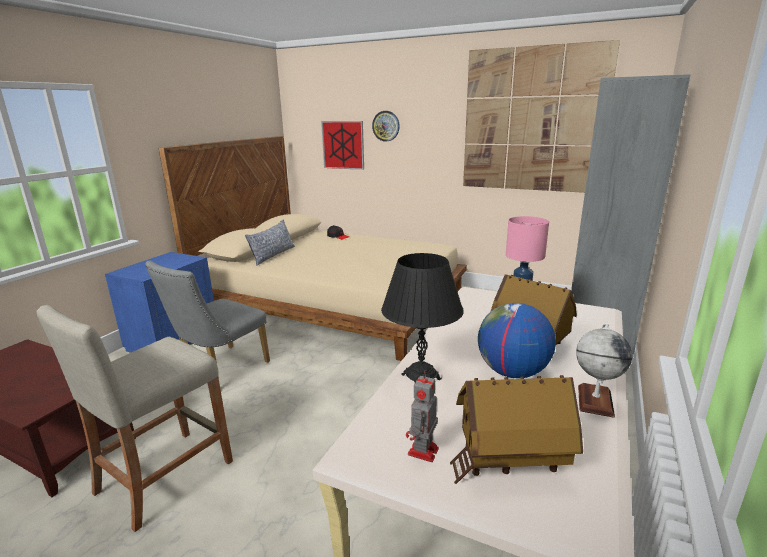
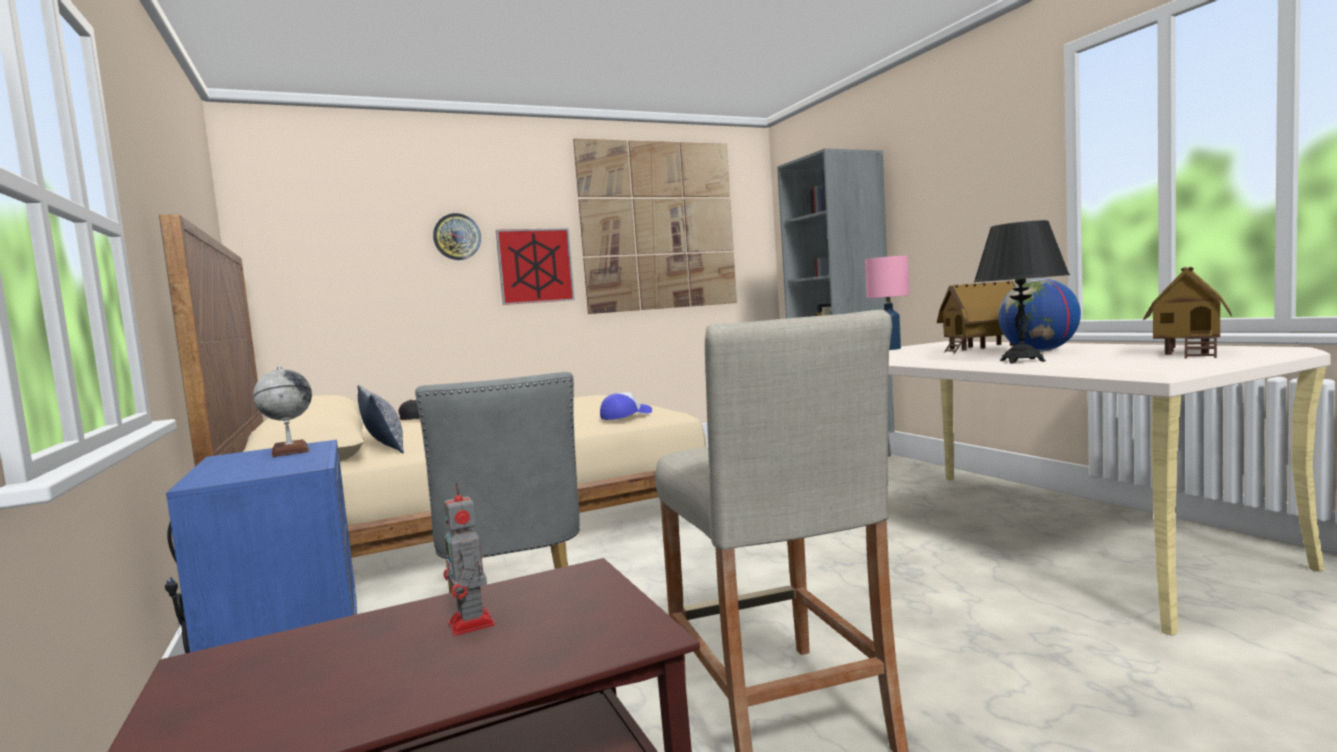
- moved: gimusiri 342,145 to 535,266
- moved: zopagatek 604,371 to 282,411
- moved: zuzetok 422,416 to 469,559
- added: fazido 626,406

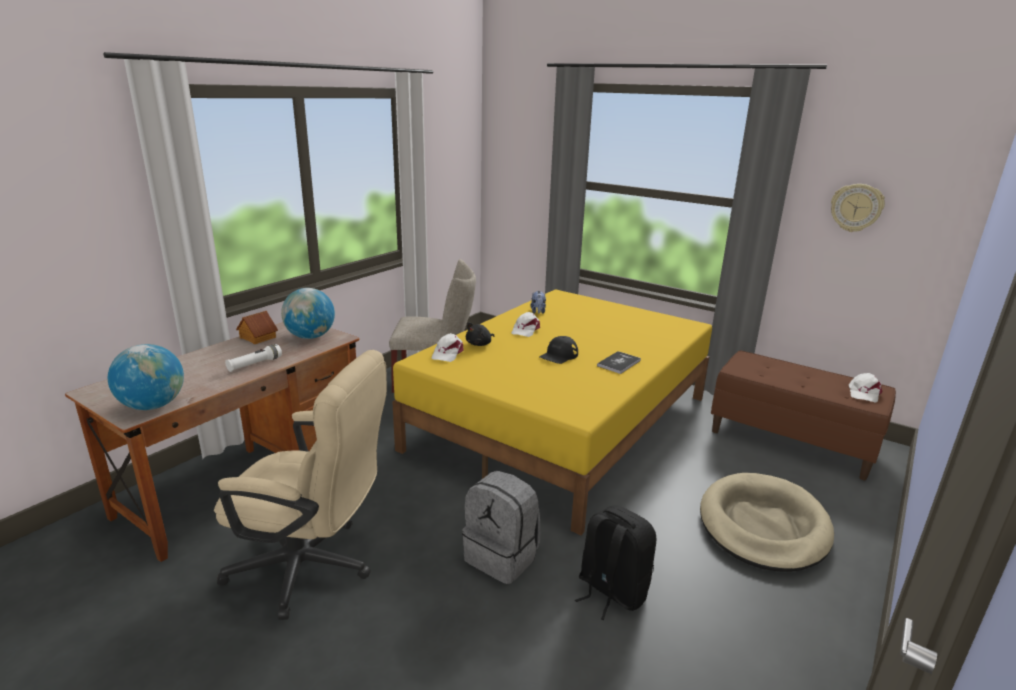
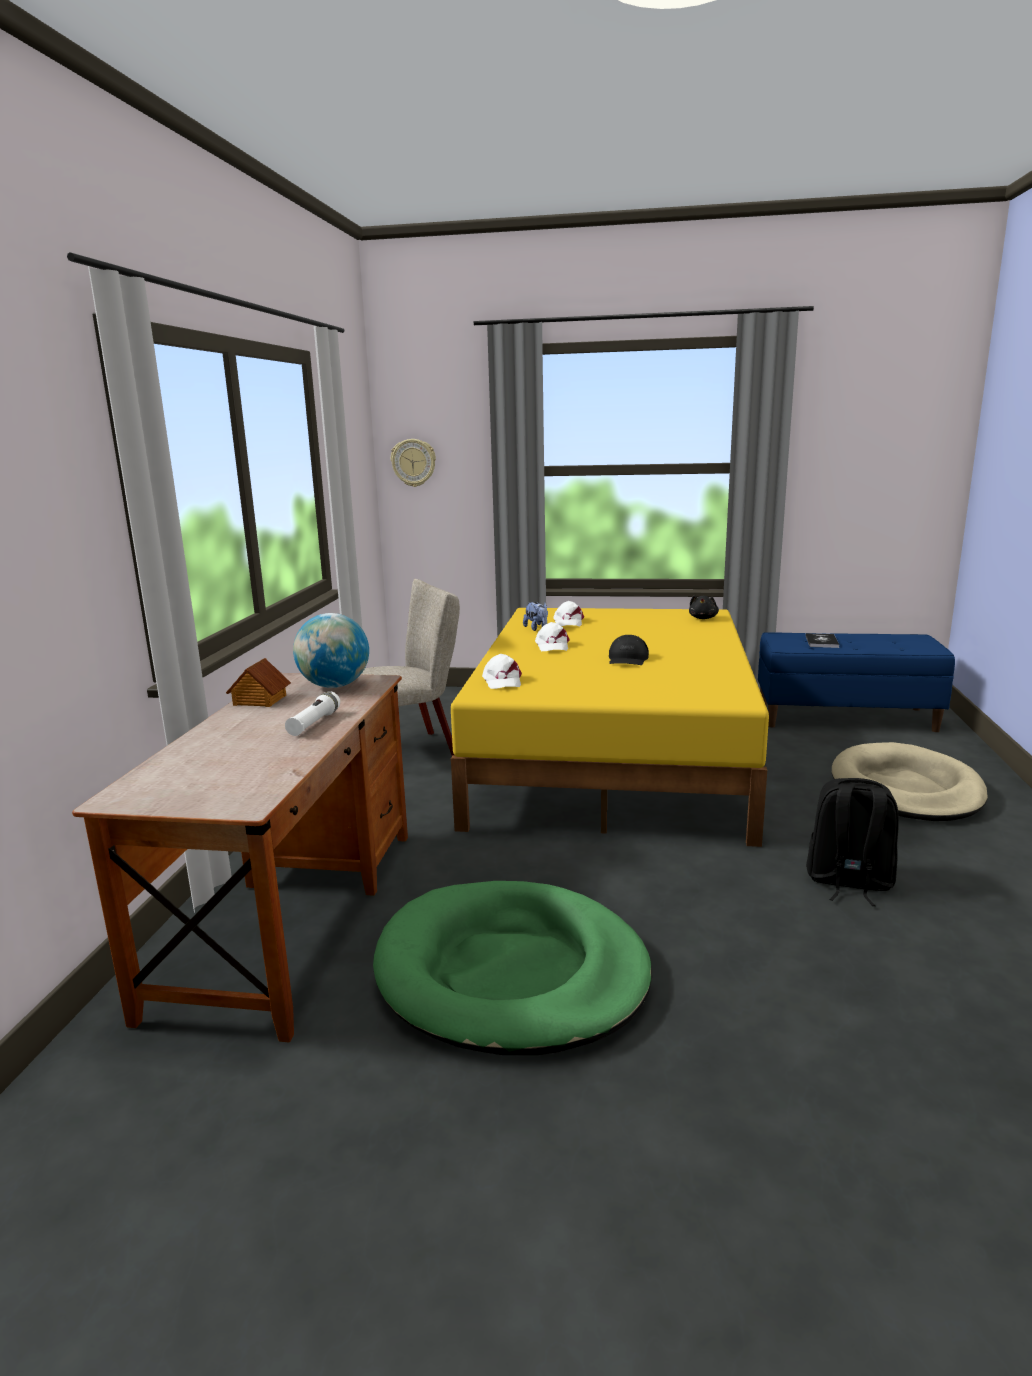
- moved: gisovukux 858,208 to 413,463
- moved: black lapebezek 480,334 to 704,607
- removed: zopagatek 146,377
- replaced: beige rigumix 300,485 to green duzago 512,968
- moved: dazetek 619,362 to 822,640
- recoloured: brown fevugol 803,416 to blue fevugol 856,682
- moved: white fazido 866,388 to 568,613
- removed: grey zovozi 501,527

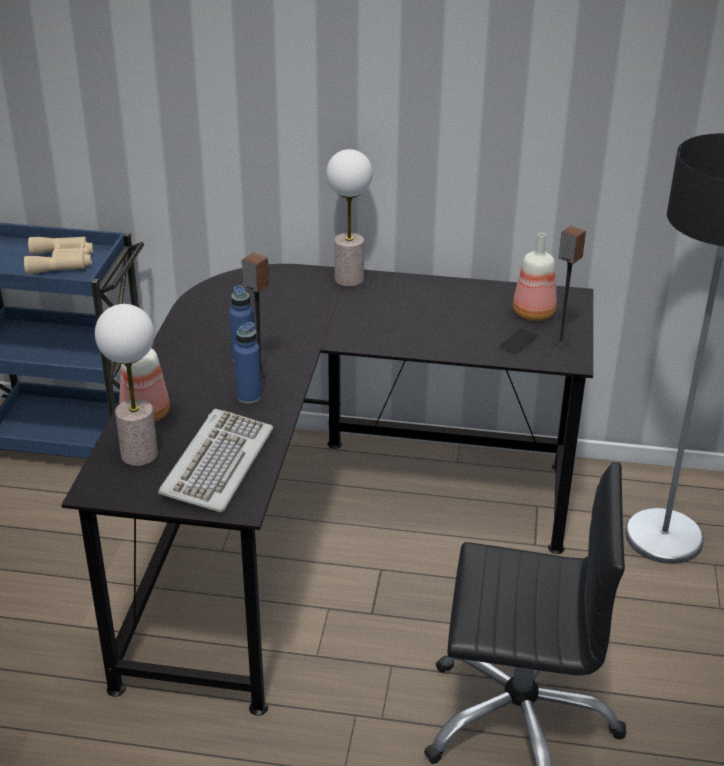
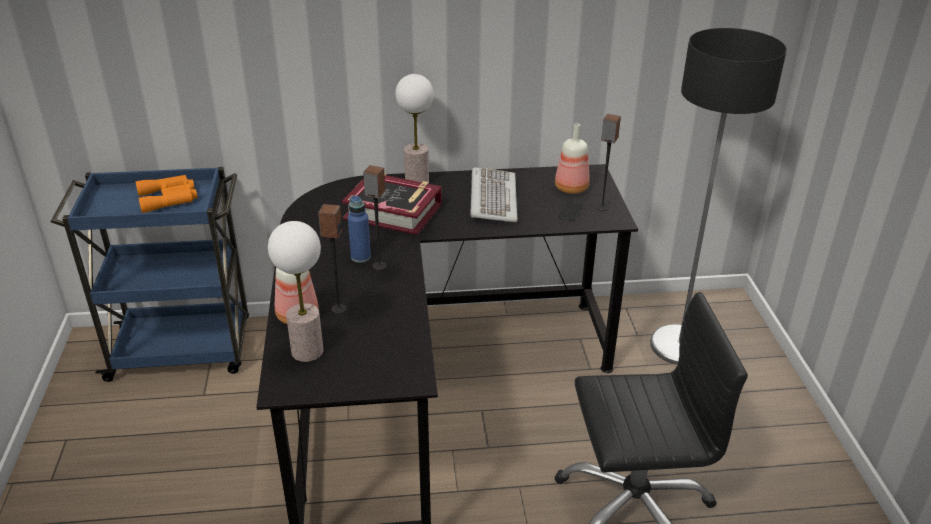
- recoloured: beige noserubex 58,255 to orange noserubex 166,194
- removed: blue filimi 248,363
- moved: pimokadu 215,460 to 494,194
- added: dazetek 392,204
- added: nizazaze 332,259

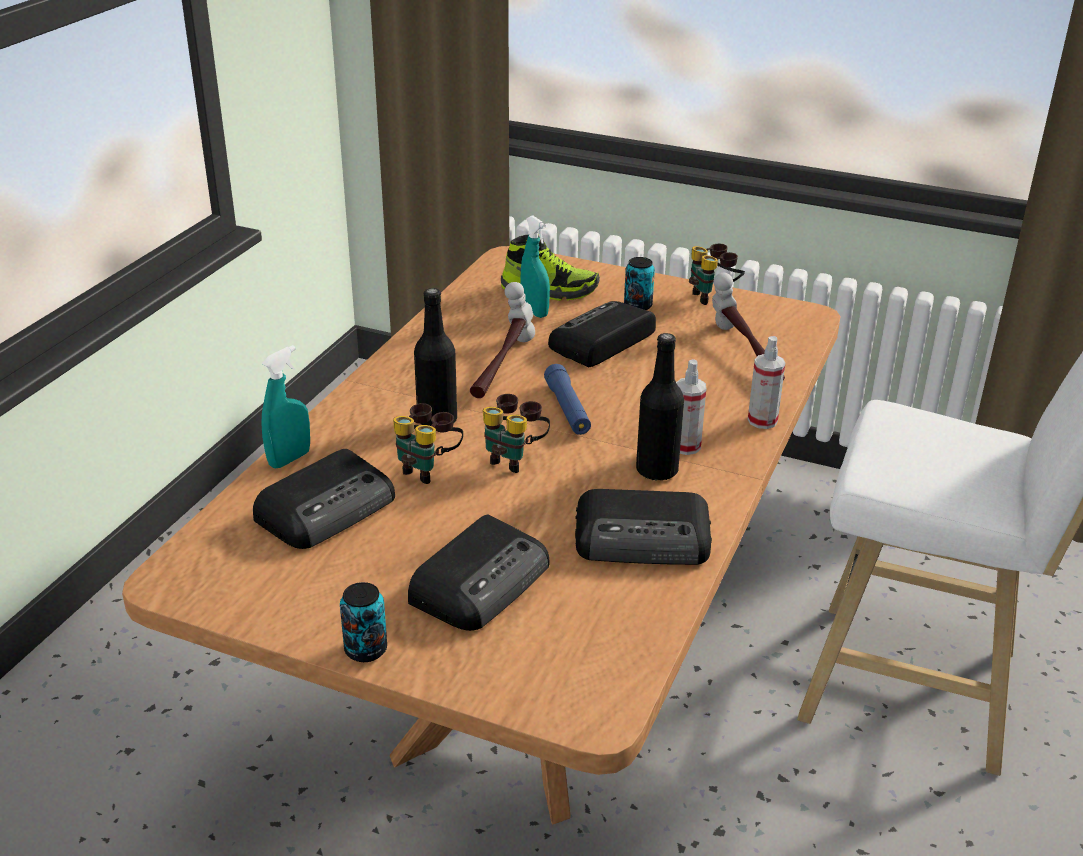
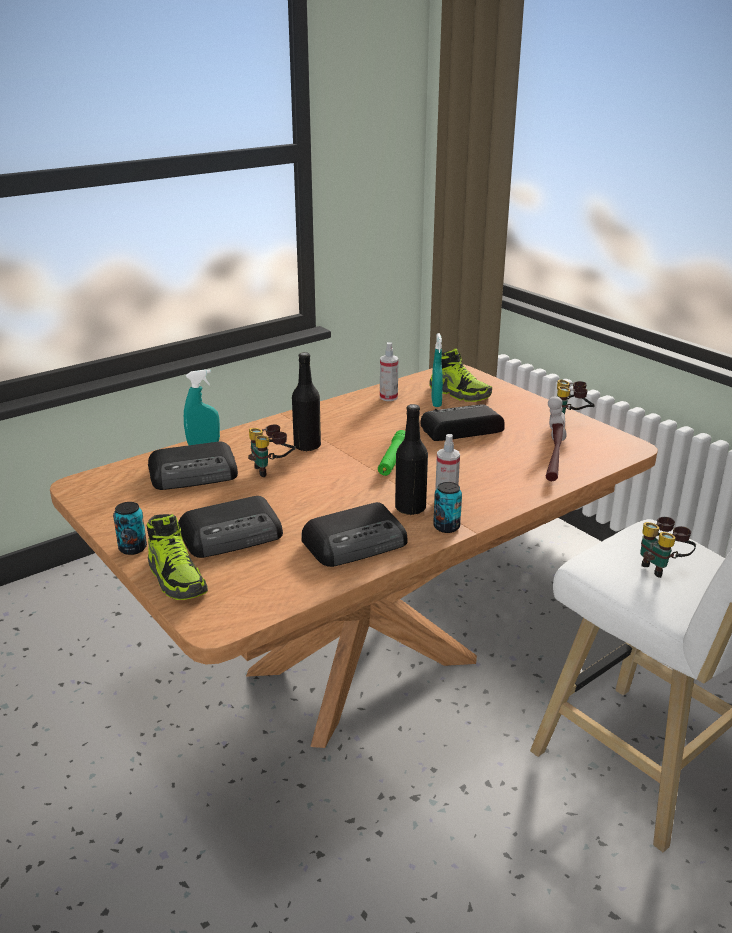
- moved: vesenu 639,283 to 447,507
- removed: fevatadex 502,340
- moved: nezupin 766,382 to 389,371
- recoloured: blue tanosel 567,399 to green tanosel 391,453
- moved: noserubex 516,433 to 668,547
- turned: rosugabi 643,527 = 354,534 60 degrees counterclockwise
- added: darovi 177,557

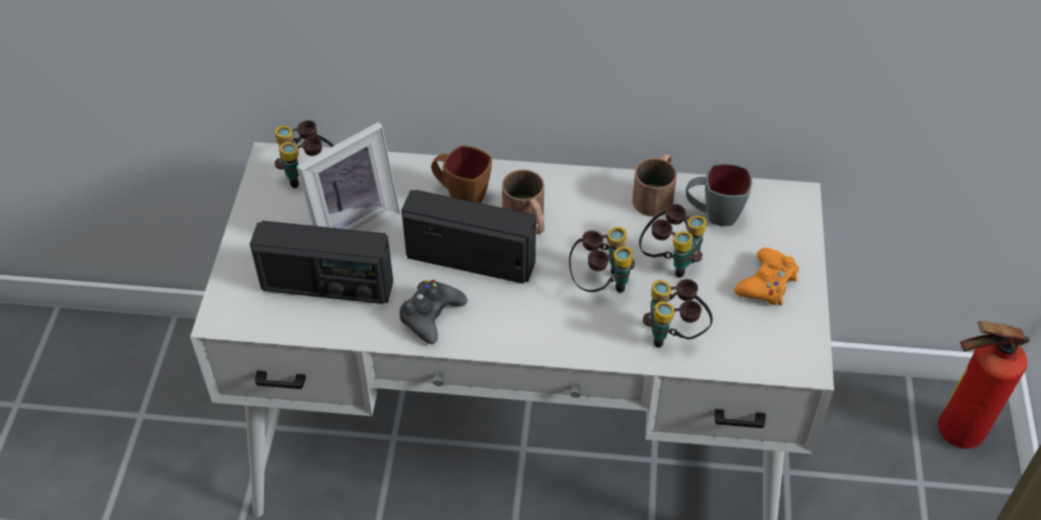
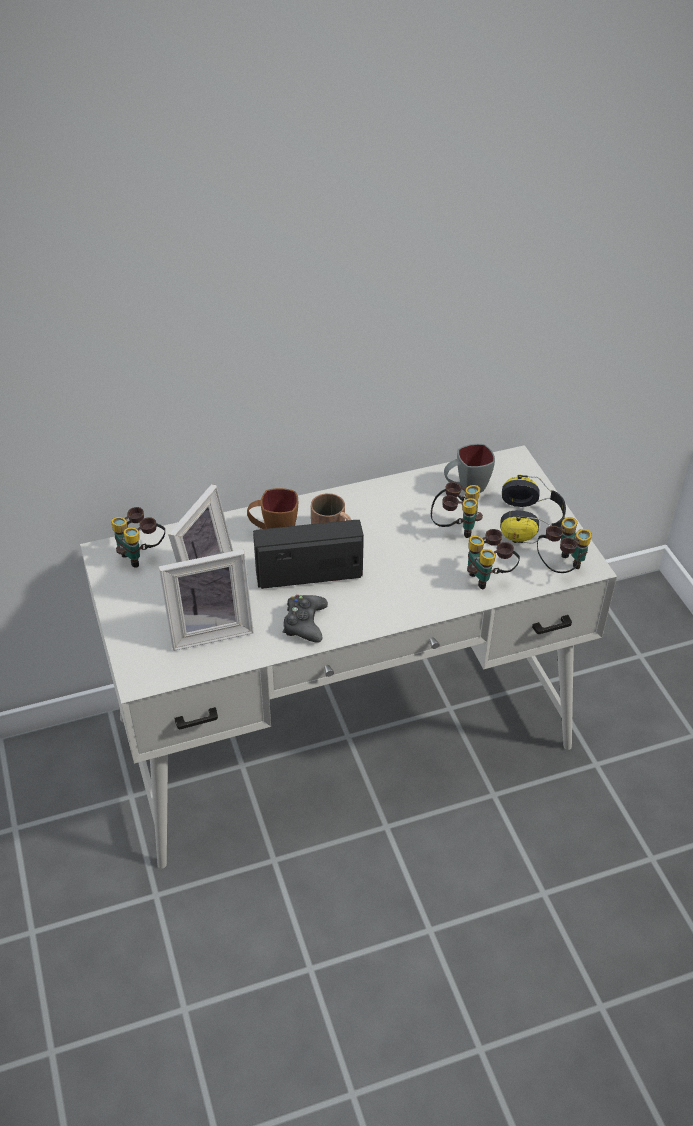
- removed: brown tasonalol 654,185
- replaced: rosugabi 321,262 to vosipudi 206,600
- moved: noserubex 602,260 to 564,545
- replaced: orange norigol 766,276 to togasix 533,509
- removed: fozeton 984,385

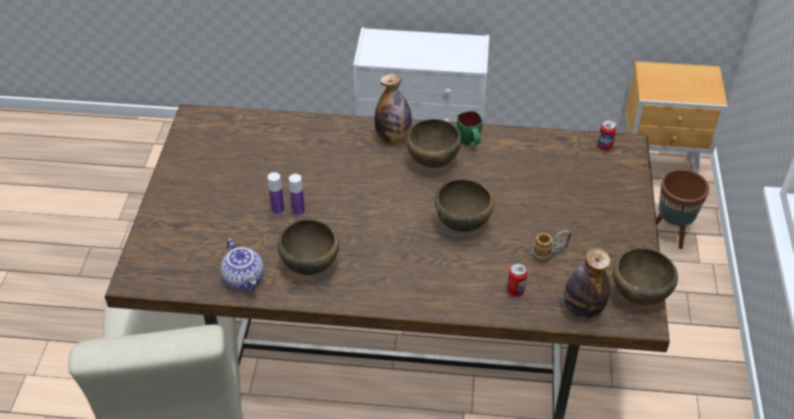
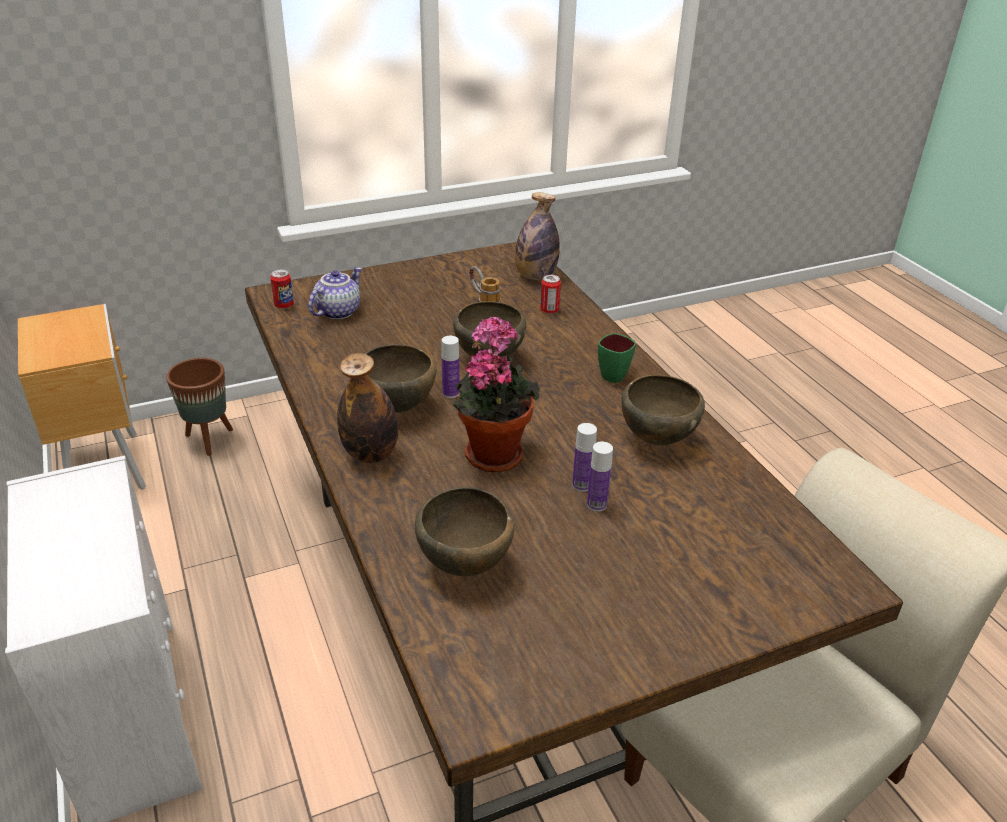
- moved: green tasonalol 470,128 to 617,358
- moved: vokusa 242,265 to 335,293
- moved: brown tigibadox 645,276 to 464,531
- added: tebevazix 496,394
- added: filimi 450,367

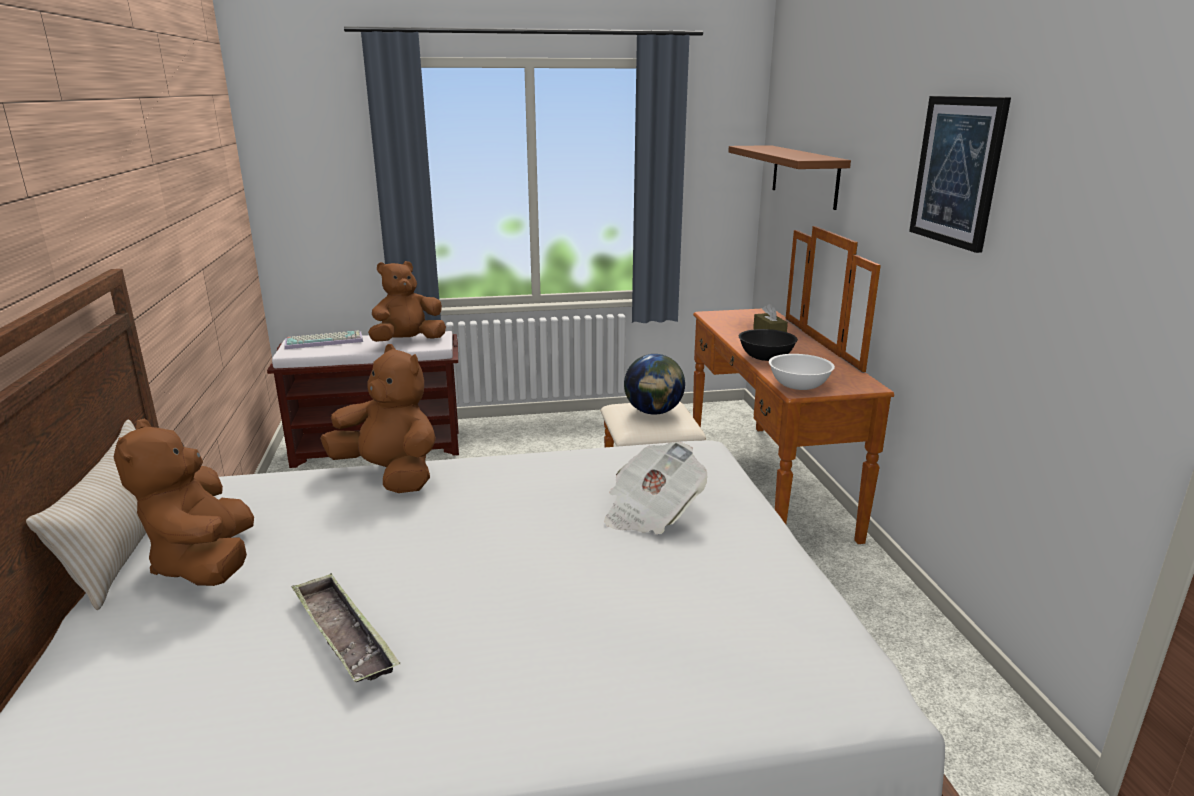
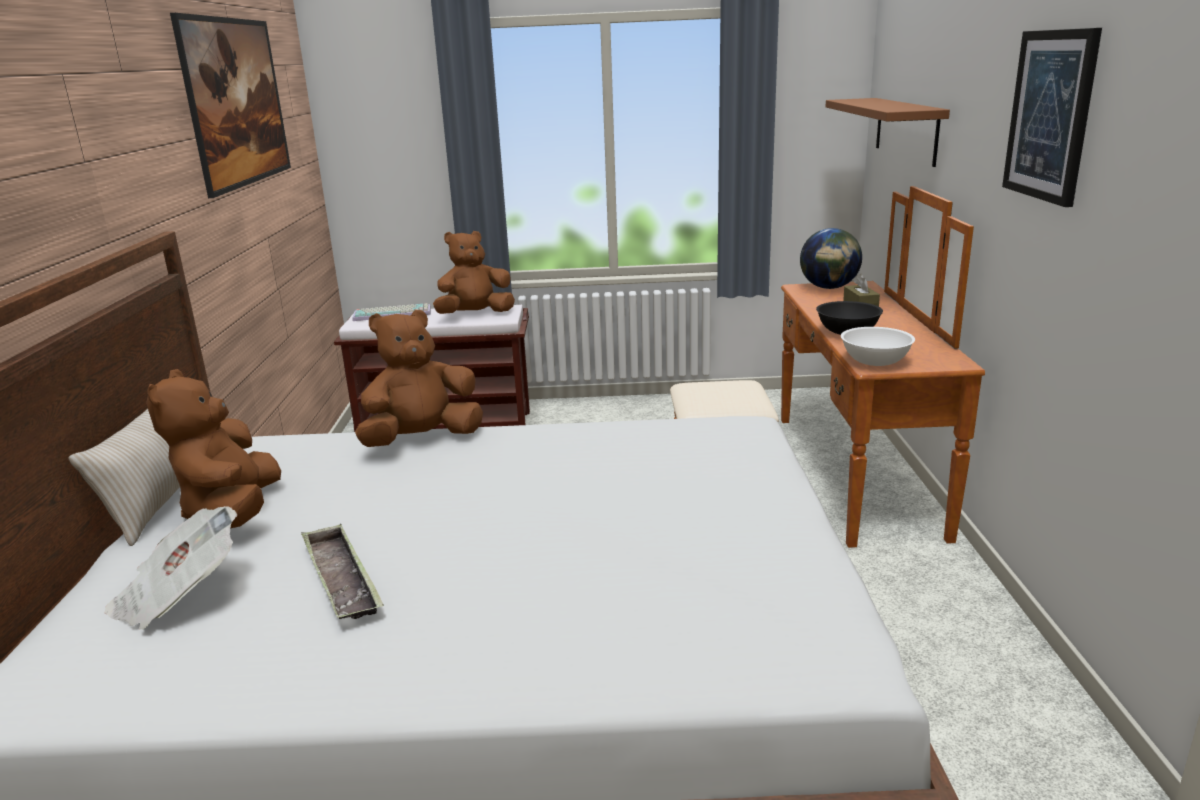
- turned: brown lapebezek 378,418 = 419,378 75 degrees counterclockwise
- moved: zopagatek 654,384 to 831,258
- moved: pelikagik 655,488 to 171,568
- added: gimusiri 230,105

